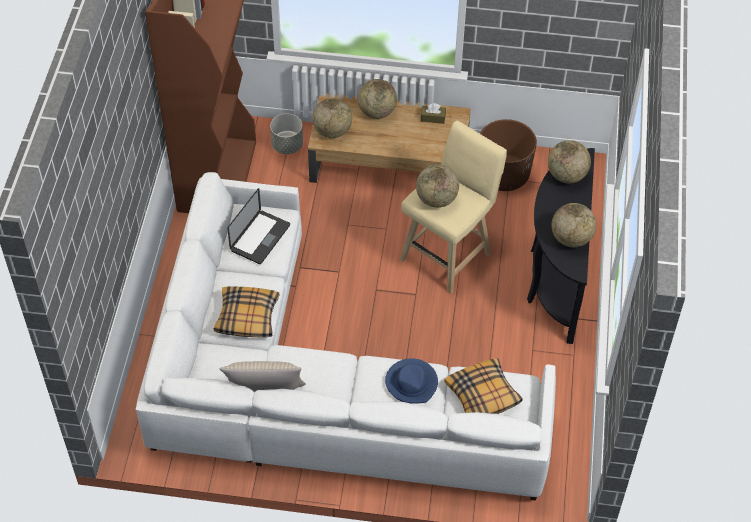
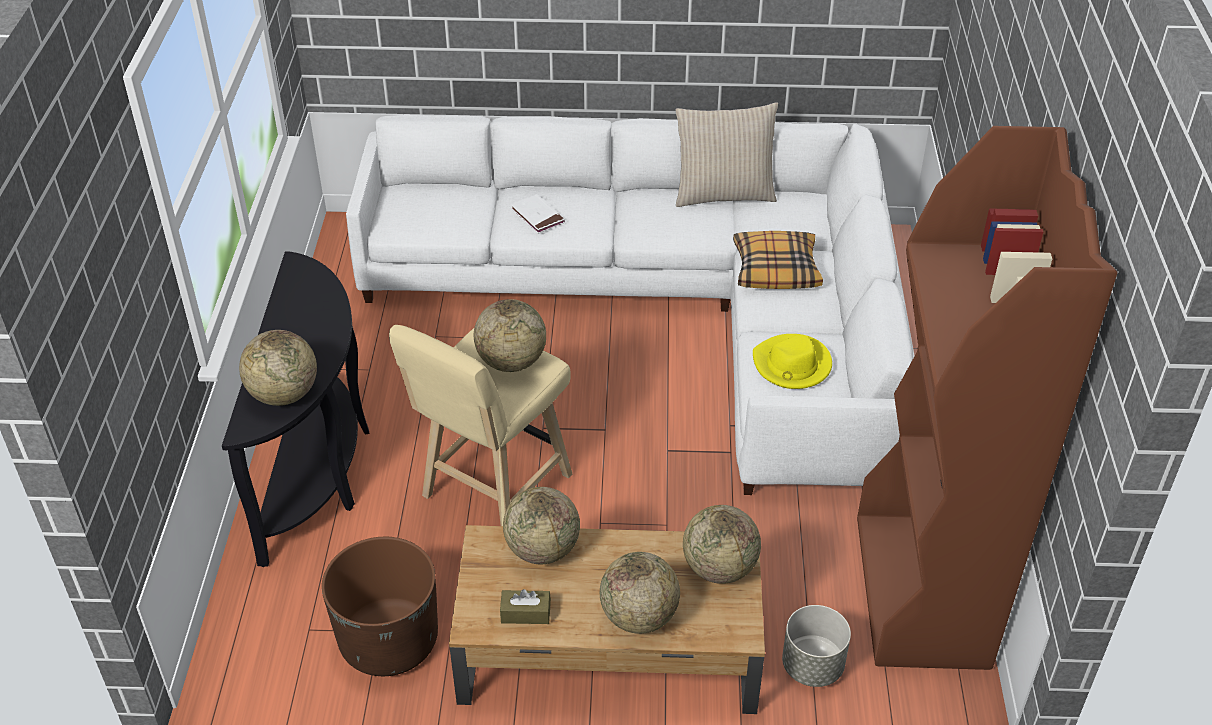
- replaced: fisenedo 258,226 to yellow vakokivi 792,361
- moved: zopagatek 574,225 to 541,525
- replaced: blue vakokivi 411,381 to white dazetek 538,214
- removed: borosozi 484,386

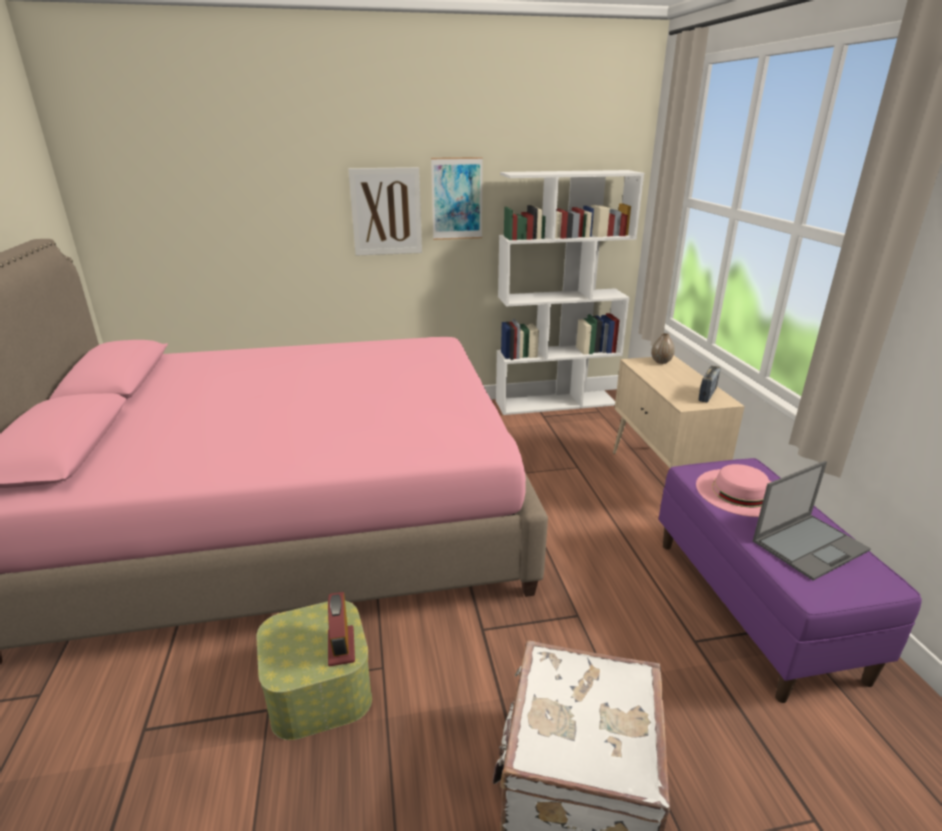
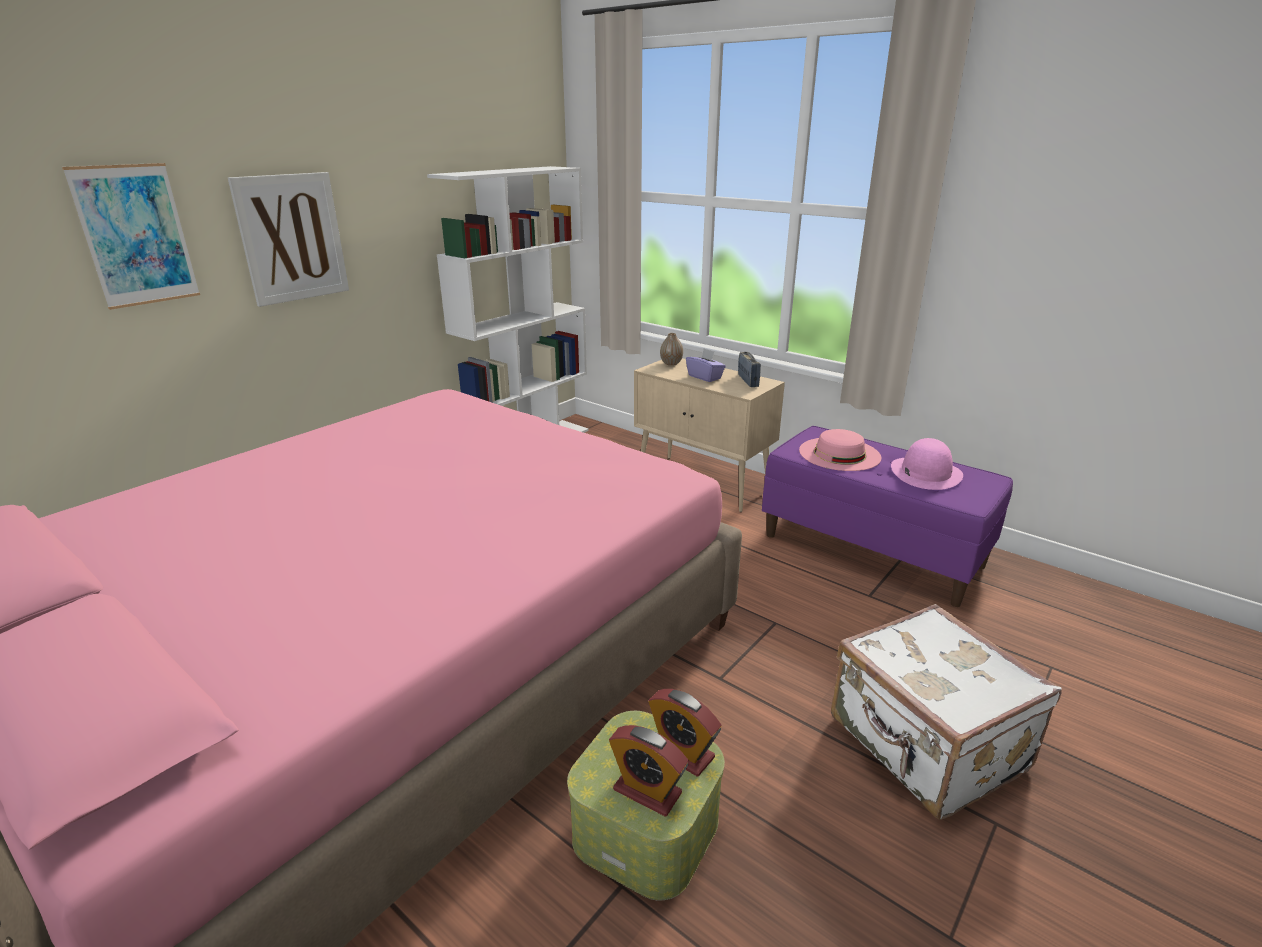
- moved: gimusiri 457,198 to 131,236
- replaced: fisenedo 812,521 to pink vakokivi 927,464
- added: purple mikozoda 706,365
- added: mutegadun 649,770

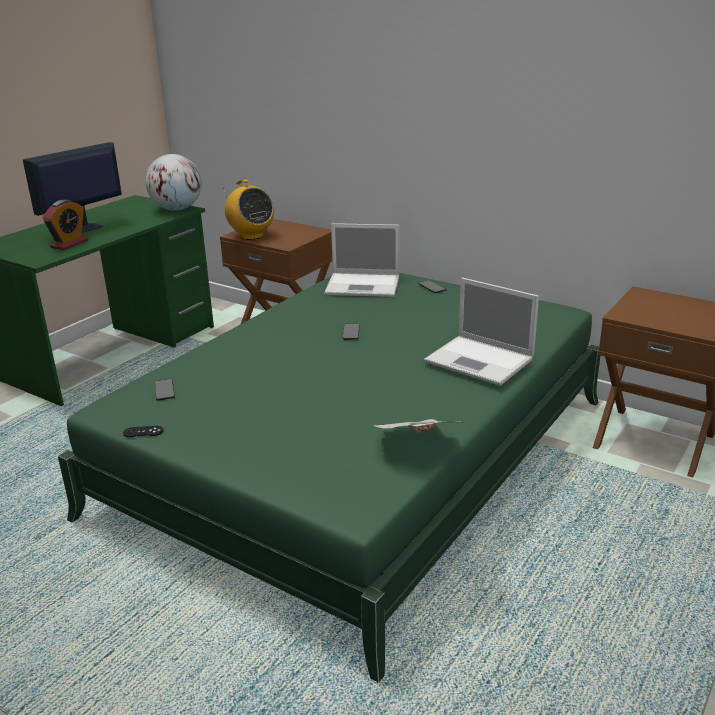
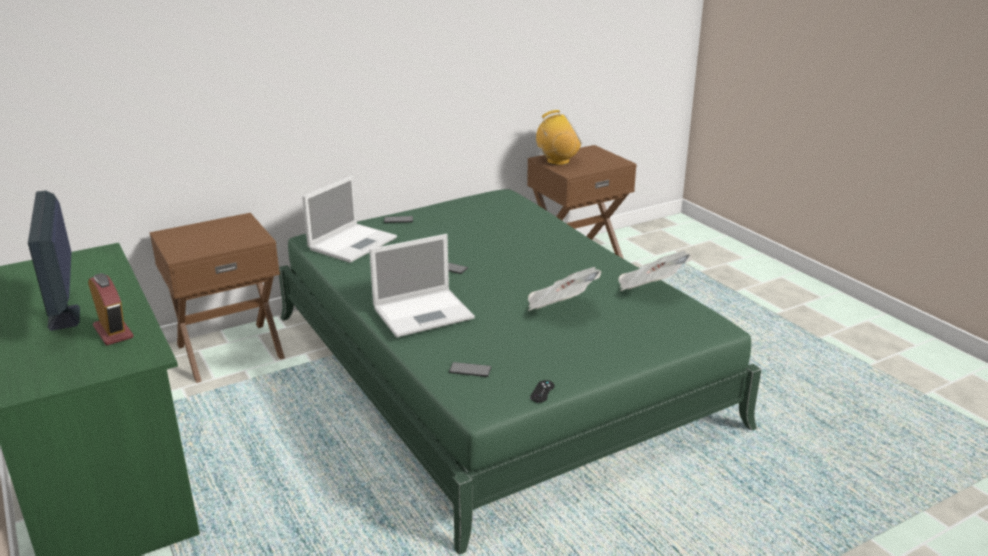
- removed: zopagatek 173,182
- moved: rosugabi 248,210 to 559,137
- moved: fisenedo 481,332 to 422,285
- added: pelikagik 564,289

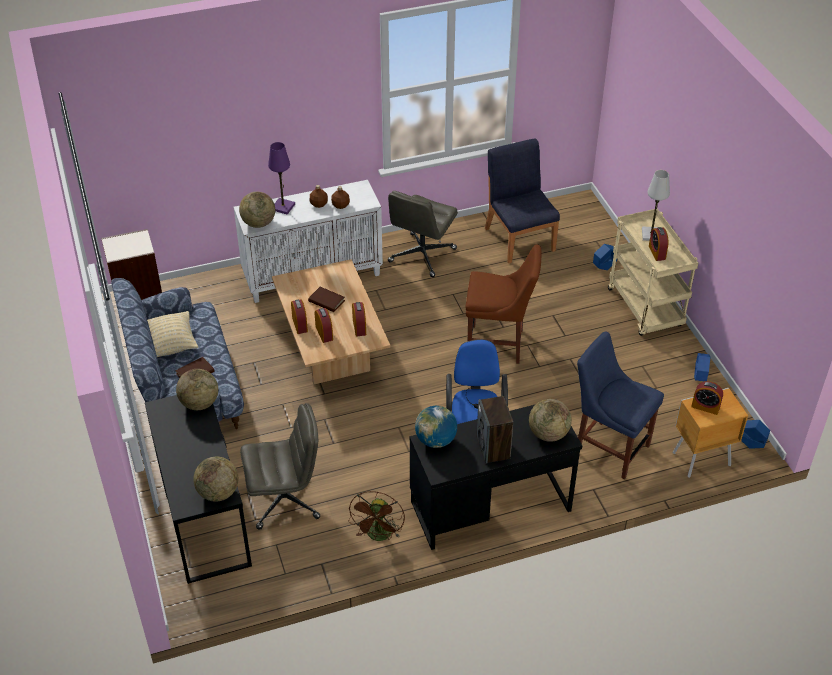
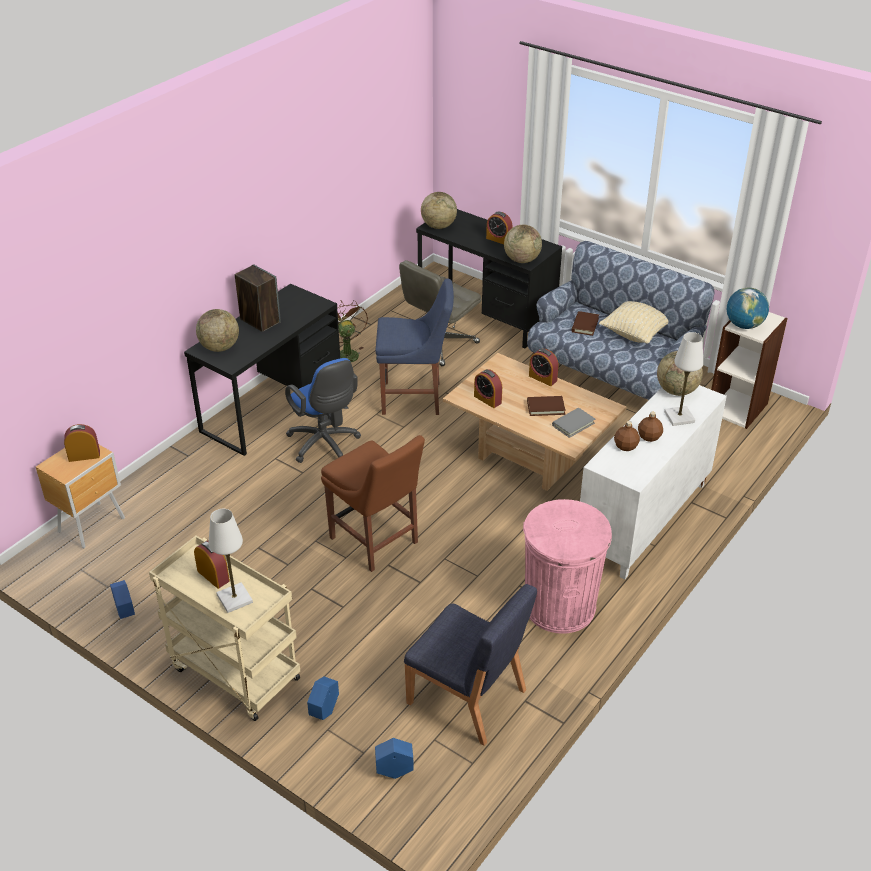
- recoloured: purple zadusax 281,178 to white zadusax 683,379
- replaced: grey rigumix 423,234 to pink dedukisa 567,566
- turned: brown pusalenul 503,304 = 373,503 105 degrees counterclockwise
- moved: mutegadun 324,325 to 499,228
- moved: blue pusalenul 620,405 to 414,347
- moved: zopagatek 436,427 to 748,308
- moved: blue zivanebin 755,434 to 394,758
- added: grey dazetek 573,423

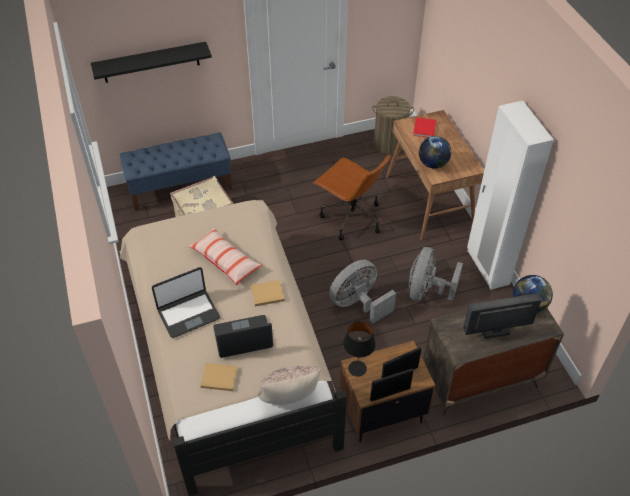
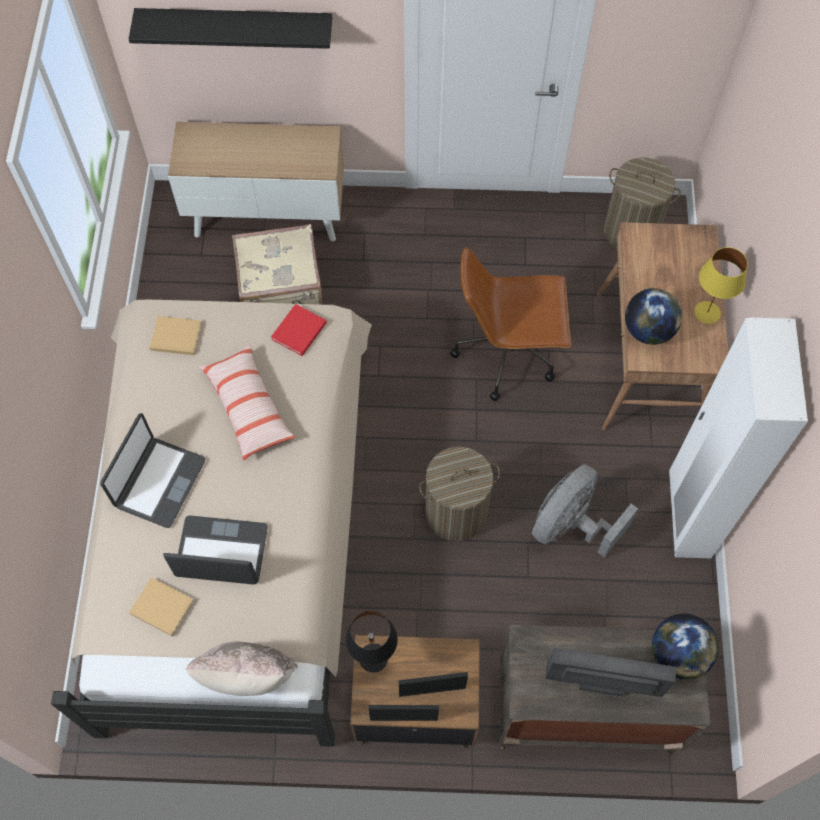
- moved: red dazetek 424,127 to 299,330
- replaced: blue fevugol 176,171 to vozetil 256,181
- turned: brown rigumix 352,197 = 510,324 120 degrees clockwise
- replaced: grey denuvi 362,291 to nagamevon 459,494
- turned: fisenedo 186,302 = 152,470 60 degrees counterclockwise
- moved: beige dazetek 268,293 to 176,335
- added: yellow zadusax 721,285

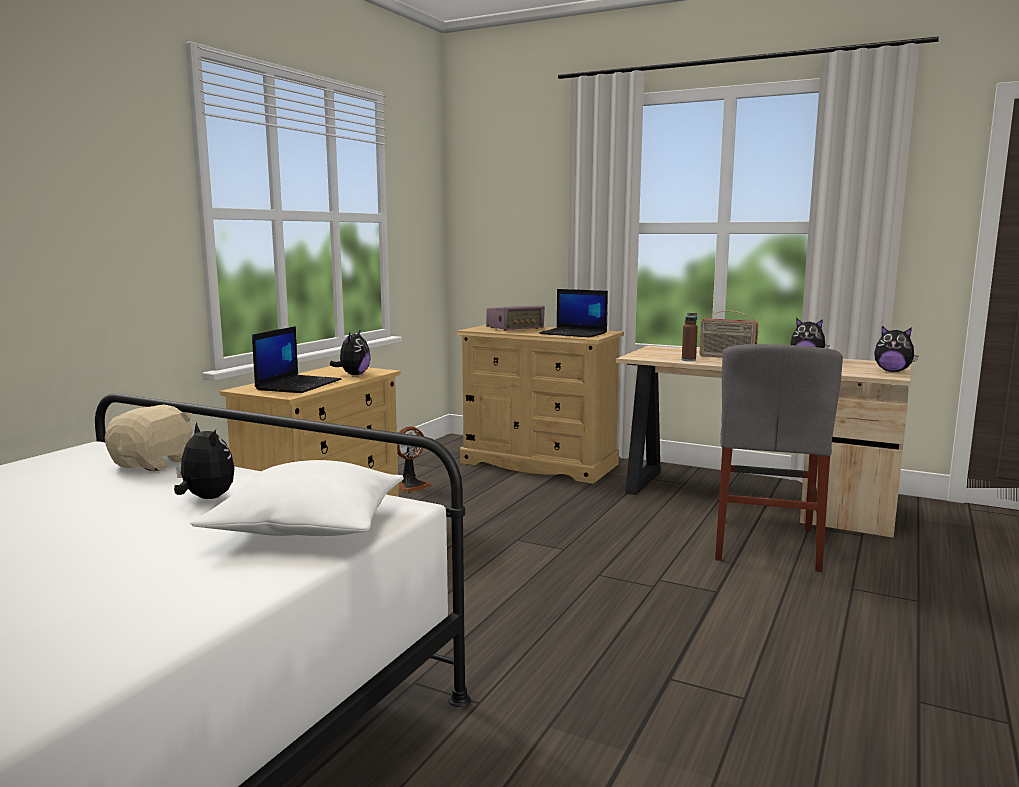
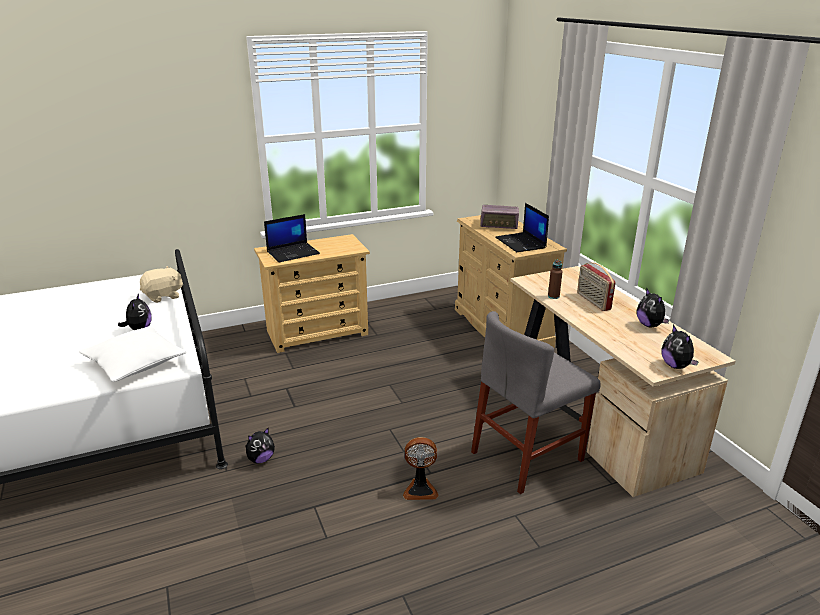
- moved: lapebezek 350,352 to 260,445
- moved: denuvi 414,459 to 420,468

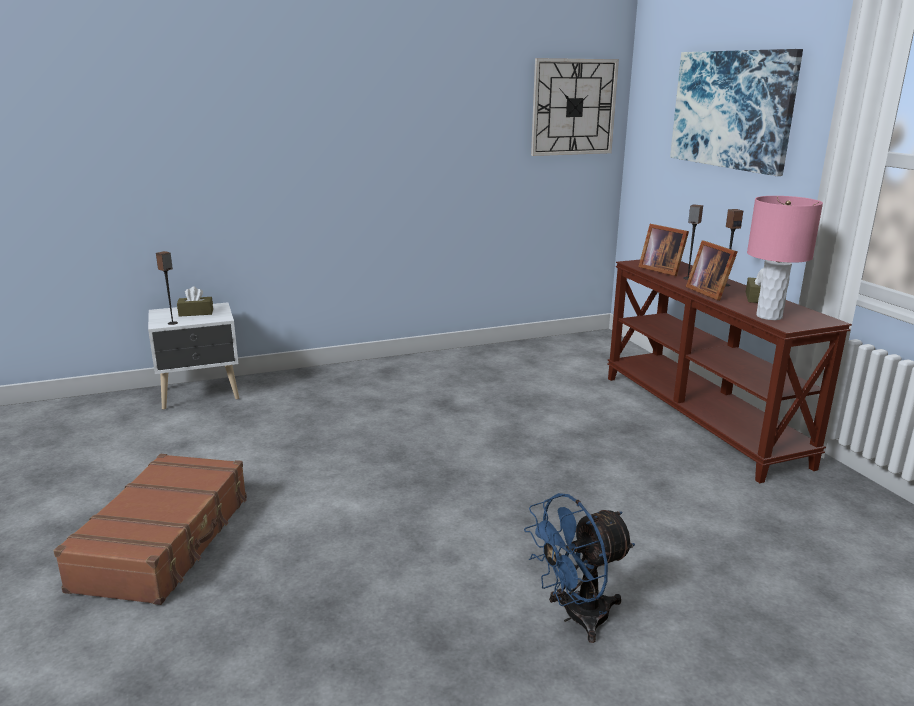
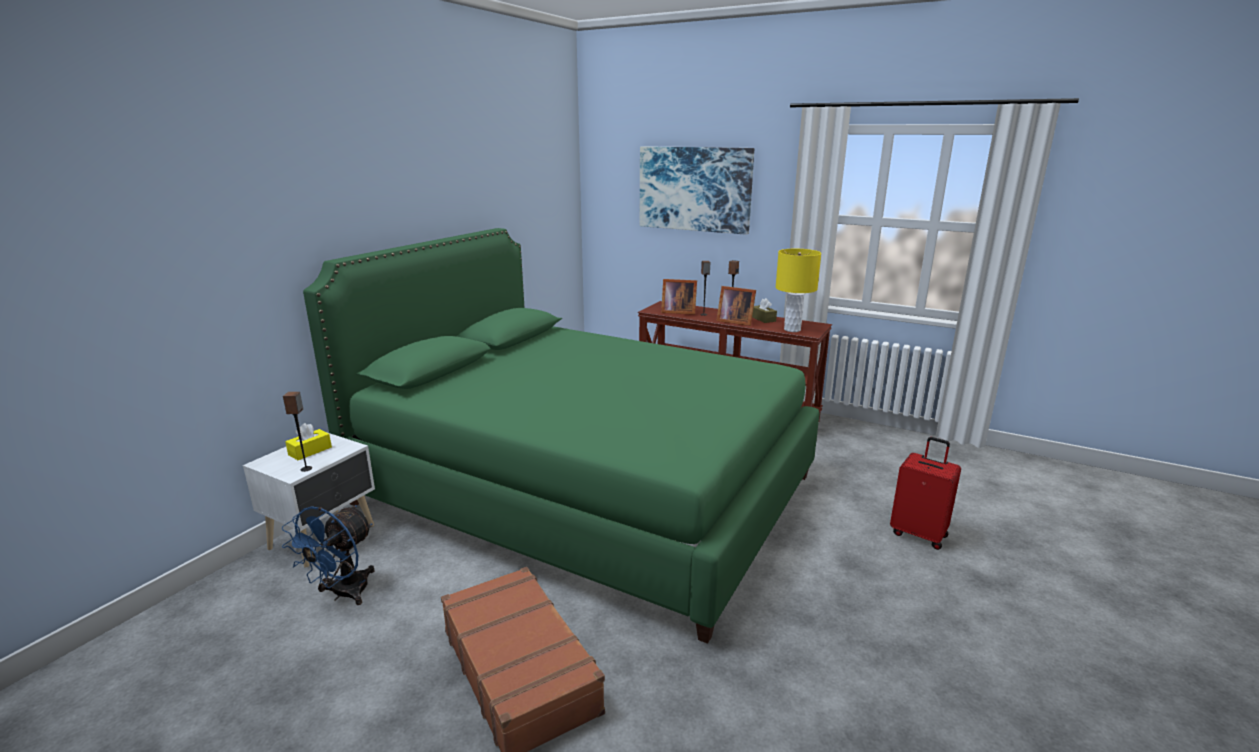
- removed: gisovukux 575,107
- recoloured: pink zadusax 785,258 to yellow zadusax 798,290
- recoloured: brown mikozoda 195,301 to yellow mikozoda 308,441
- moved: blue denuvi 579,568 to 328,555
- added: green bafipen 561,436
- added: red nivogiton 925,493

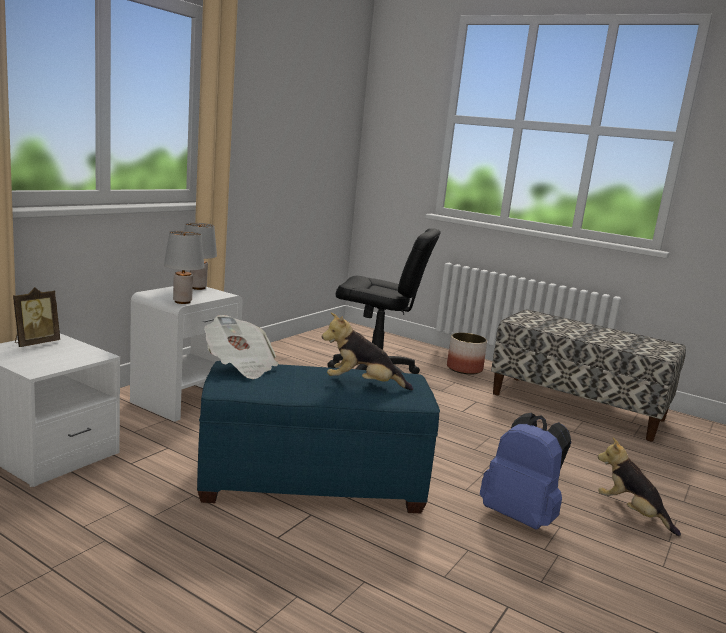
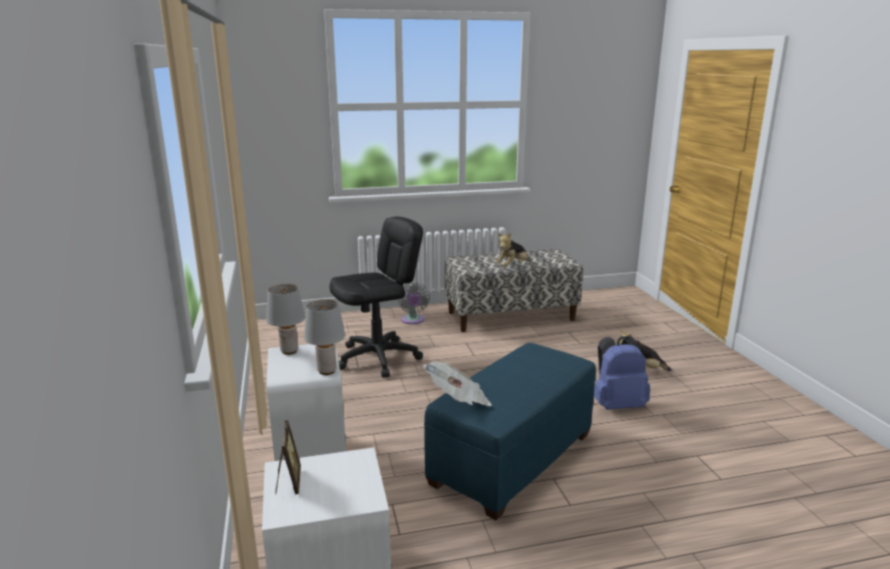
- moved: lapebezek 367,351 to 512,249
- replaced: zivanebin 467,354 to grey denuvi 414,303

